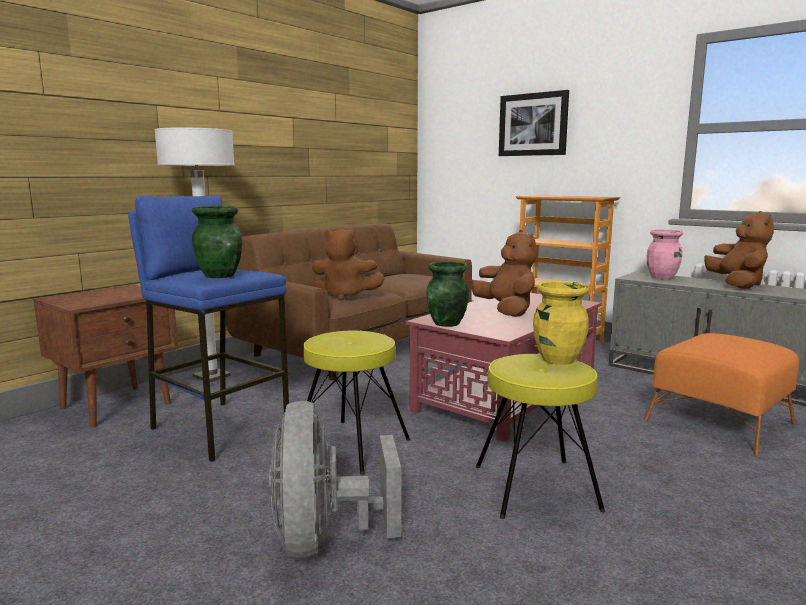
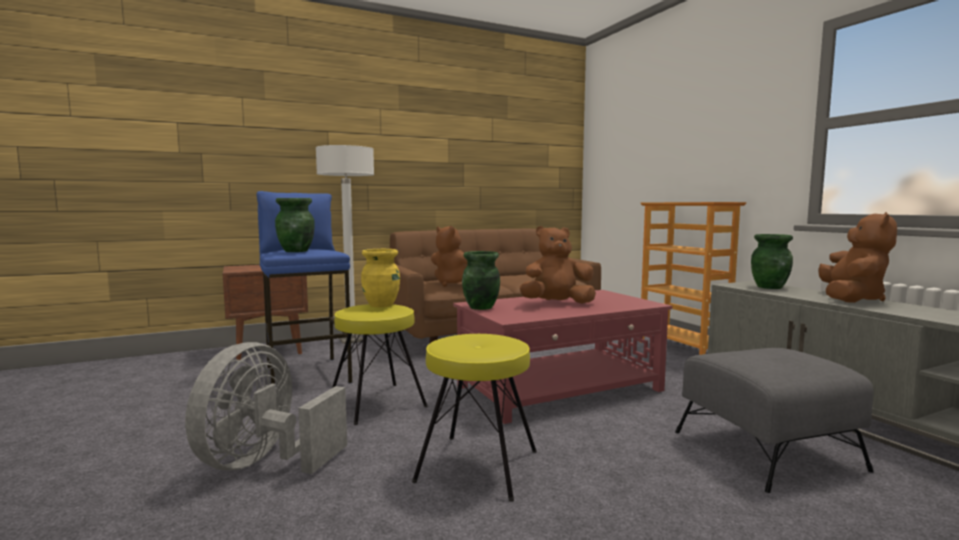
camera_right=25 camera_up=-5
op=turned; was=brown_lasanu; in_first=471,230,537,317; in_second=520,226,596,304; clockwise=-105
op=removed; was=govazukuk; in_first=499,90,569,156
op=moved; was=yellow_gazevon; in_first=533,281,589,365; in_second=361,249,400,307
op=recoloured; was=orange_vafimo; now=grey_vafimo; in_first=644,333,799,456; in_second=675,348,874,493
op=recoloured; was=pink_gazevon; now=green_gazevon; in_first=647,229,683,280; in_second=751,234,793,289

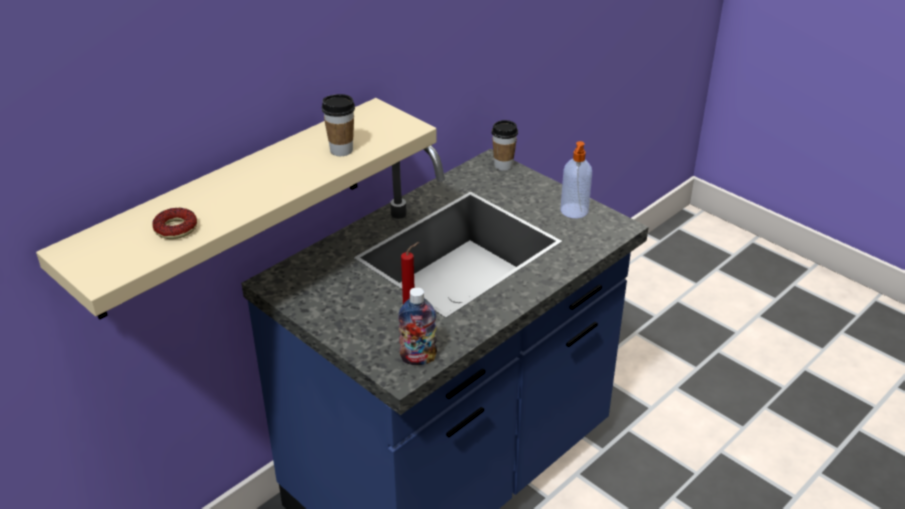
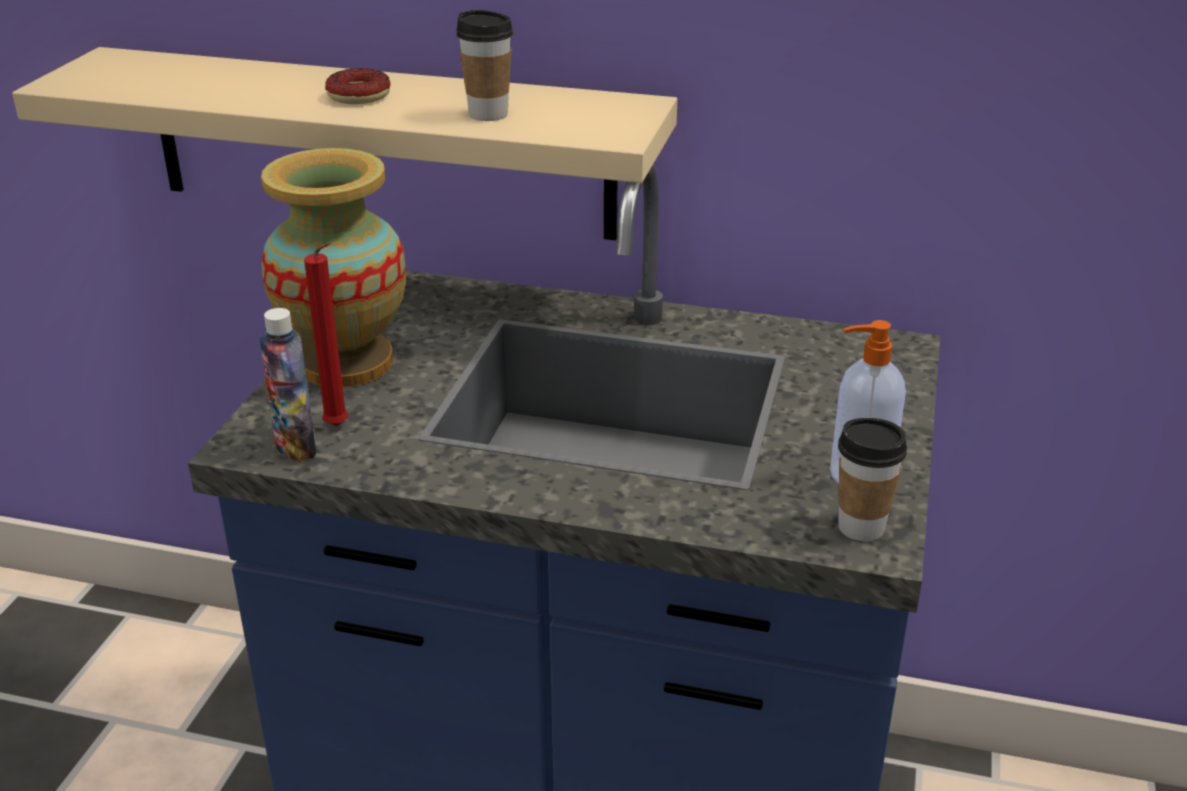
camera_right=60 camera_up=-5
op=moved; was=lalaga; in_first=152,208,197,239; in_second=325,68,391,104
op=moved; was=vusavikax; in_first=491,120,518,171; in_second=838,418,907,541
op=added; now=gazevon; in_second=261,148,406,387

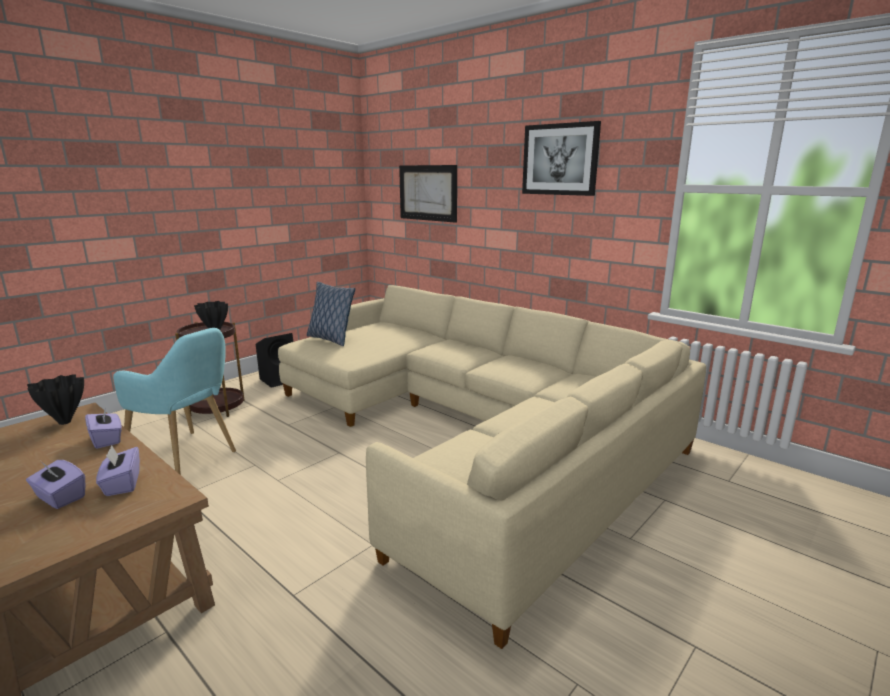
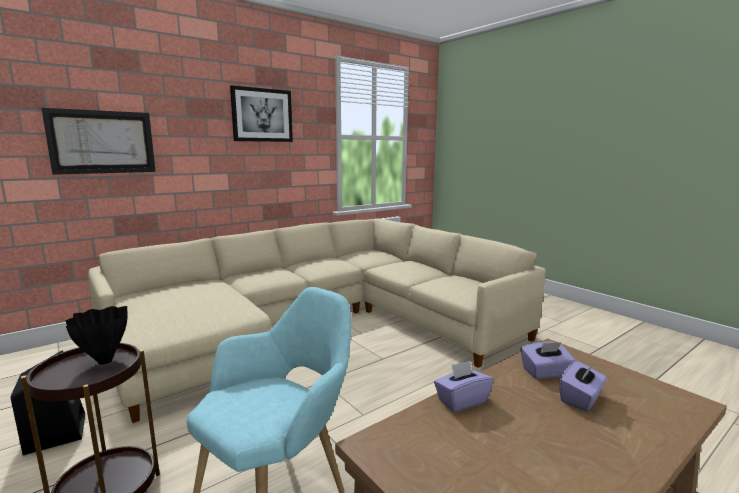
camera_right=-80 camera_up=-5
op=removed; was=black_gazevon; in_first=27,374,84,425
op=removed; was=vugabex; in_first=307,282,355,346

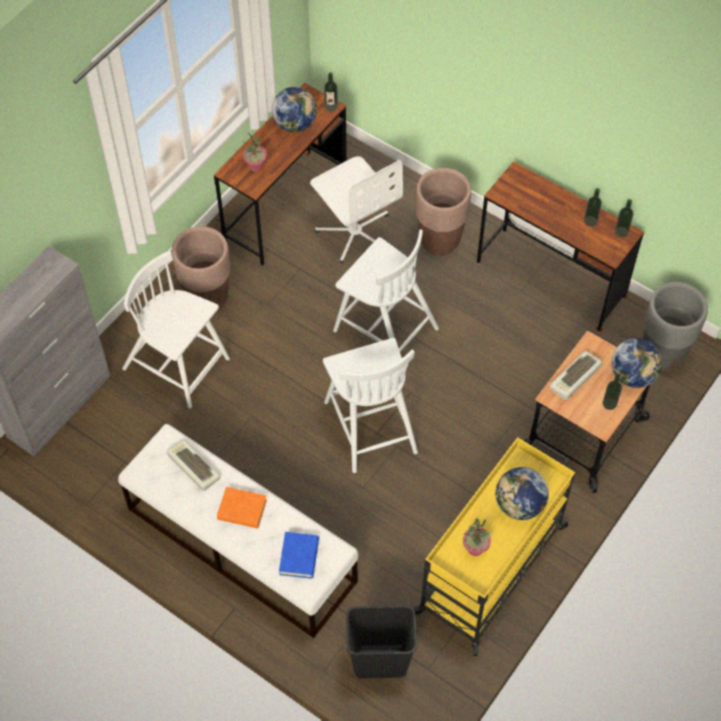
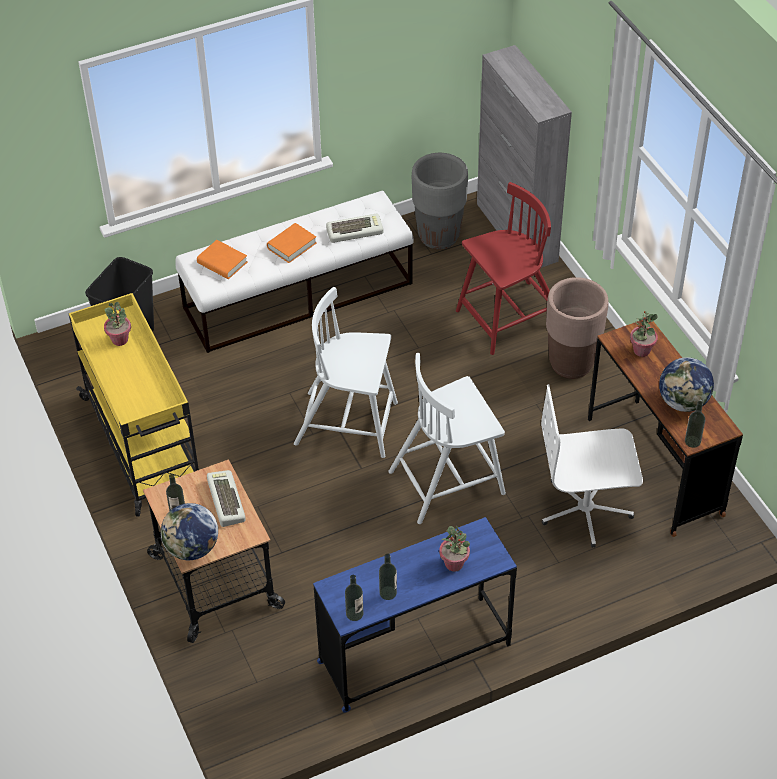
camera_right=120 camera_up=-10
op=recoloured; was=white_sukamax; now=red_sukamax; in_first=122,251,230,408; in_second=456,182,551,355
op=recoloured; was=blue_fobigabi; now=orange_fobigabi; in_first=279,532,319,579; in_second=197,240,247,279
op=removed; was=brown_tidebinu; in_first=416,168,471,256
op=recoloured; was=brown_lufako; now=blue_lufako; in_first=477,161,644,332; in_second=313,517,517,713
op=removed; was=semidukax; in_first=495,467,549,520
op=moved; was=grey_tidebinu; in_first=643,282,708,370; in_second=412,153,468,249
op=added; now=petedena; in_second=439,525,470,572

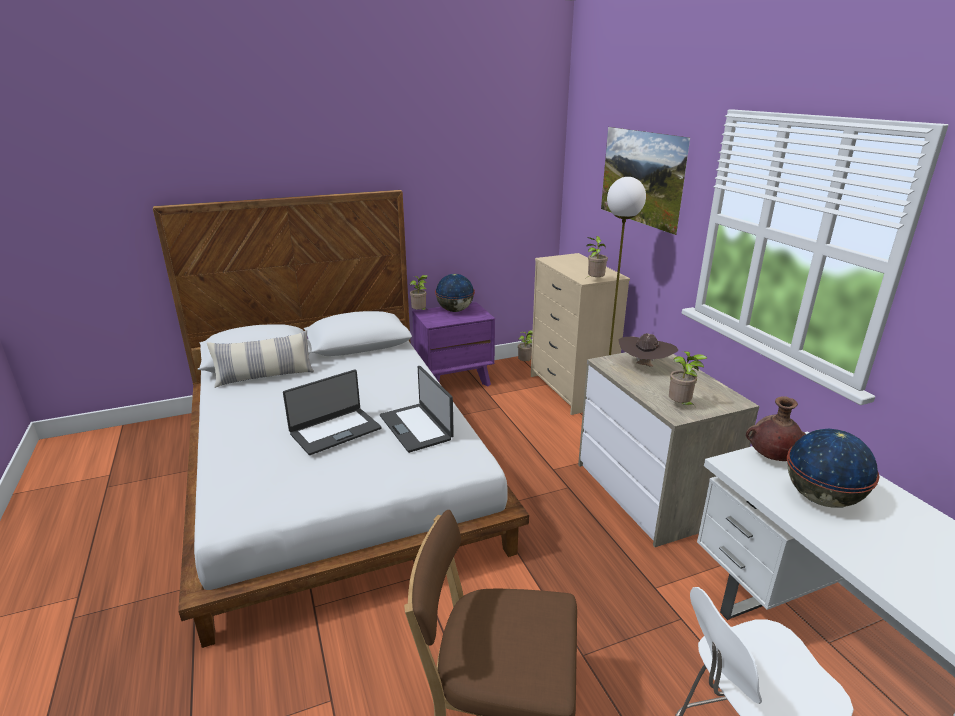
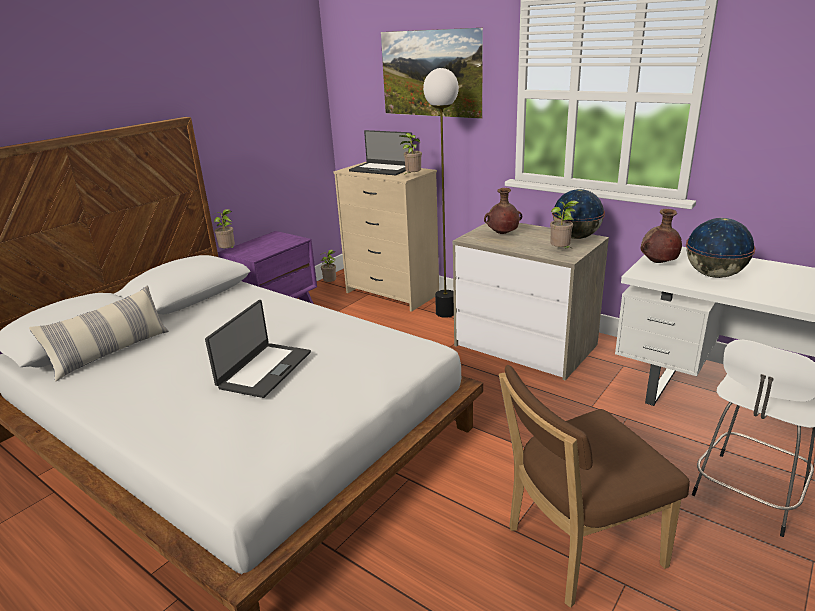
camera_right=-30 camera_up=0
op=moved; was=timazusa; in_first=380,366,454,453; in_second=349,130,413,175
op=moved; was=semidukax; in_first=435,274,475,312; in_second=552,189,605,239
op=replaced; was=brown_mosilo; now=brown_gazevon; in_first=619,333,678,367; in_second=484,188,522,234

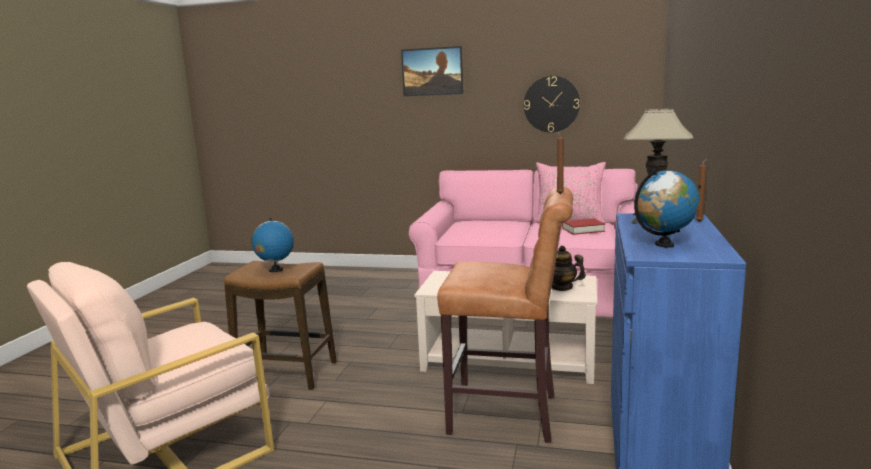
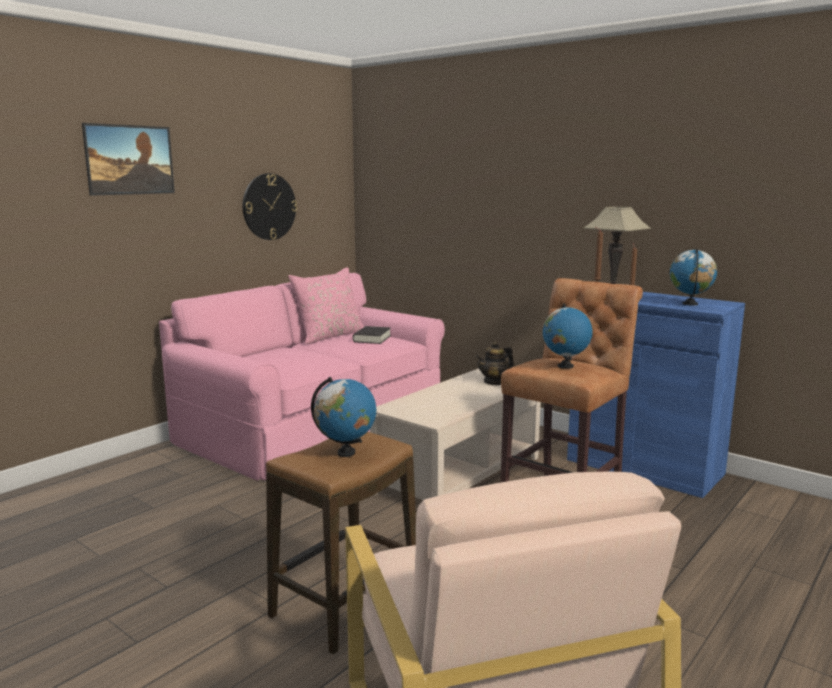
camera_right=-65 camera_up=0
op=recoloured; was=red_fobigabi; now=black_fobigabi; in_first=562,218,605,235; in_second=353,326,391,344
op=added; now=semidukax; in_second=543,304,592,369

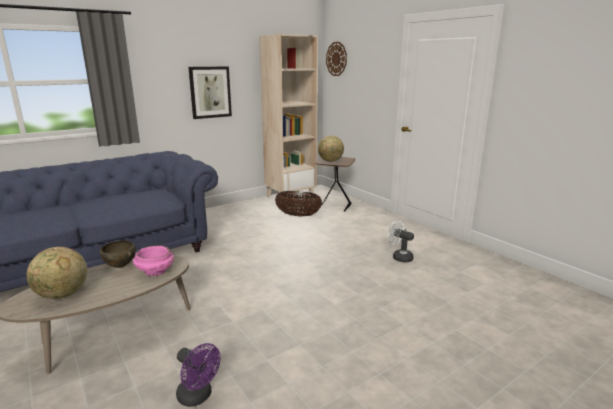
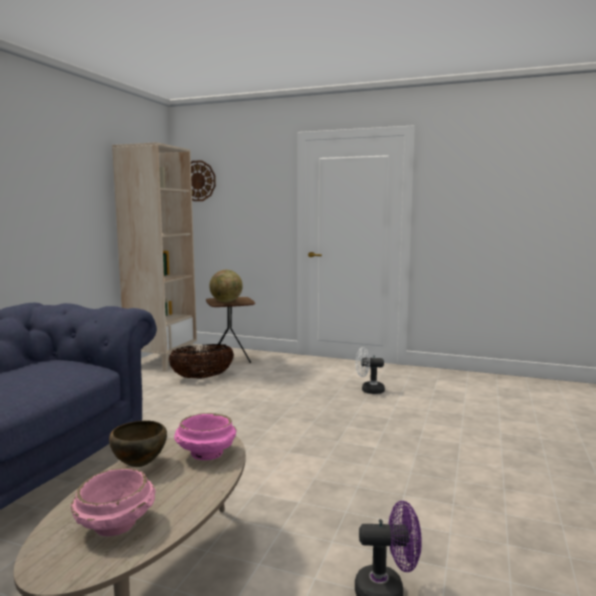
camera_right=-35 camera_up=-10
op=replaced; was=semidukax; now=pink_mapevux; in_first=27,247,87,299; in_second=70,468,155,536
op=removed; was=govazukuk; in_first=188,66,232,119

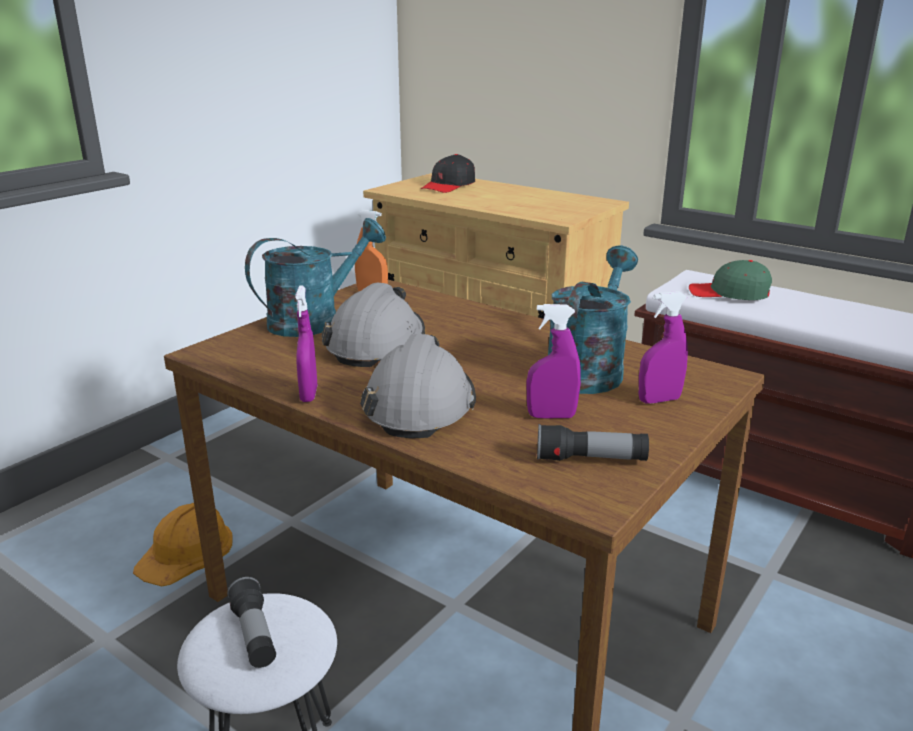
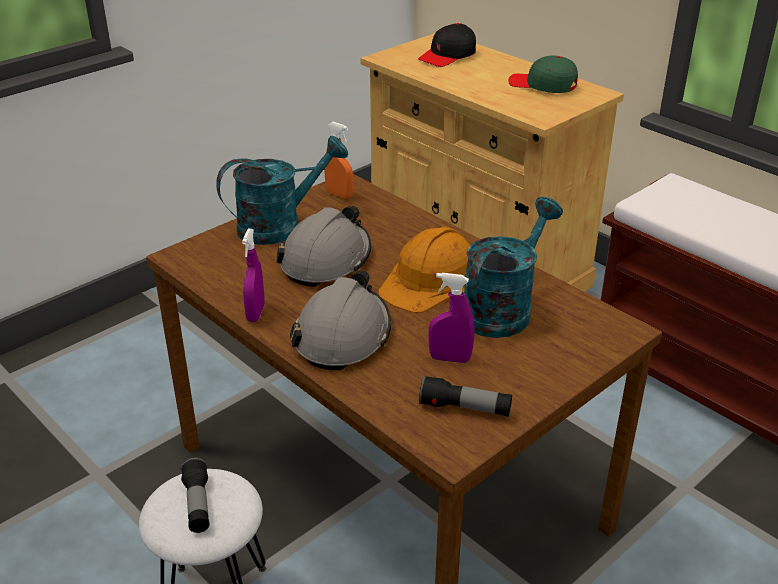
camera_right=10 camera_up=10
op=moved; was=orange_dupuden; in_first=133,503,233,586; in_second=379,227,470,313
op=removed; was=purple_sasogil; in_first=639,291,688,404
op=moved; was=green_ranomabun; in_first=689,260,772,300; in_second=508,55,578,93

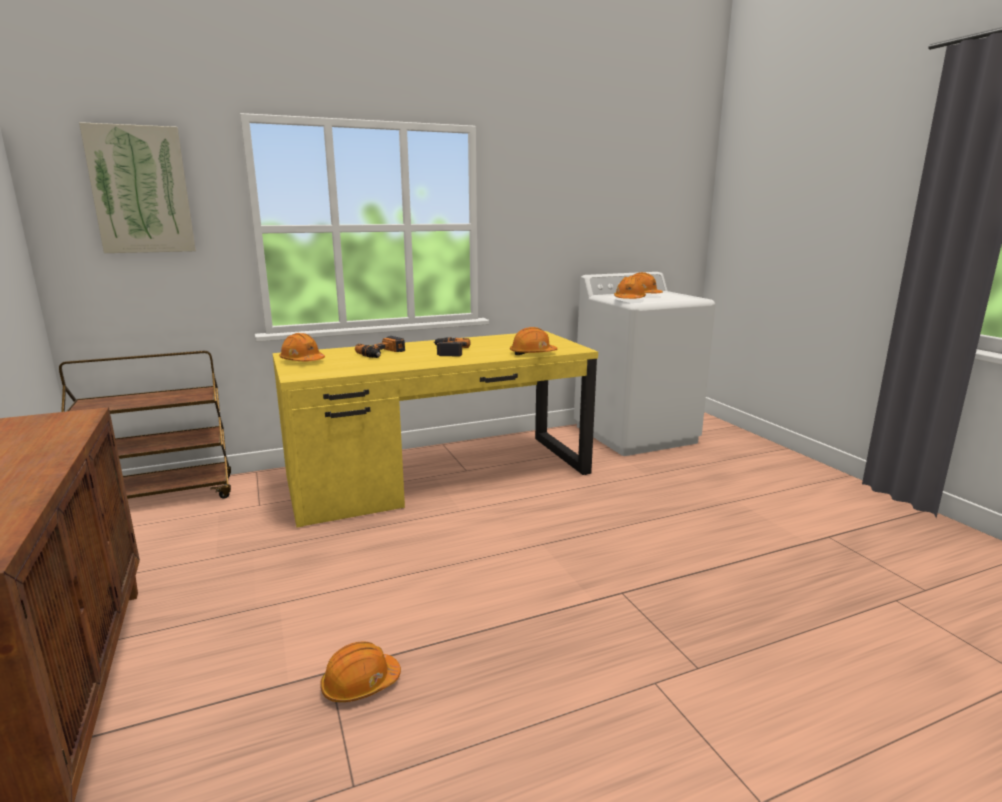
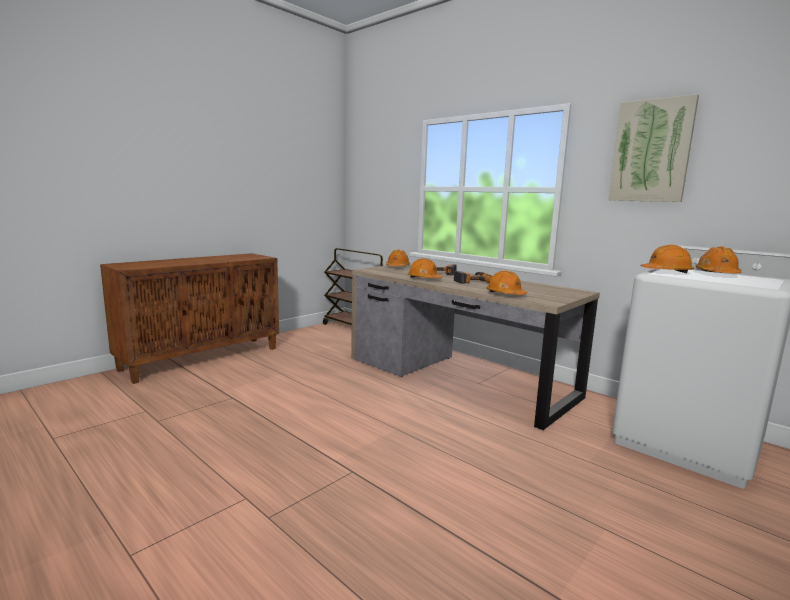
camera_right=65 camera_up=-5
op=moved; was=govazukuk; in_first=79,122,196,253; in_second=609,94,699,202
op=recoloured; was=yellow_lufako; now=brown_lufako; in_first=272,331,598,528; in_second=351,264,600,430
op=moved; was=orange_dupuden; in_first=320,641,401,702; in_second=408,258,443,278

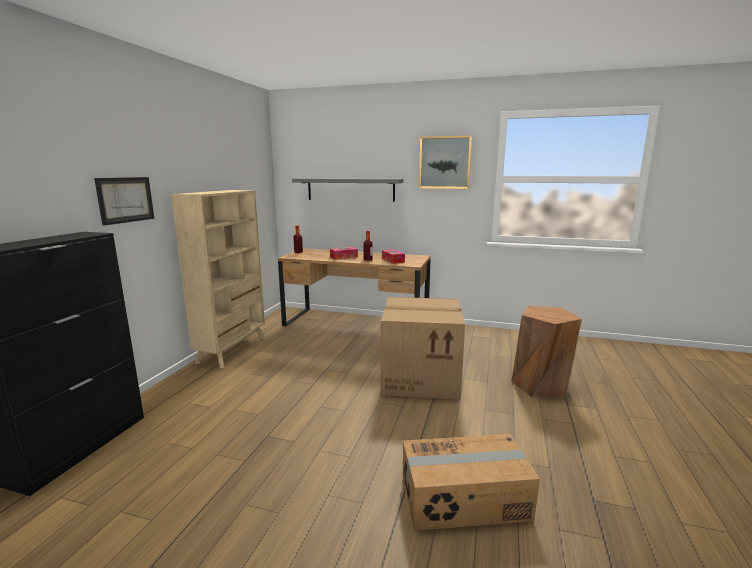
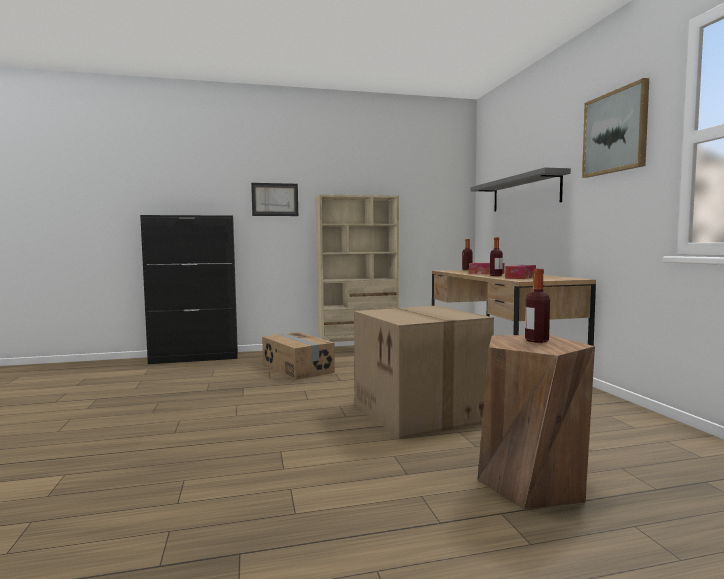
camera_right=60 camera_up=-10
op=moved; was=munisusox; in_first=403,434,540,531; in_second=262,332,335,380
op=added; now=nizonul; in_second=525,269,550,343

